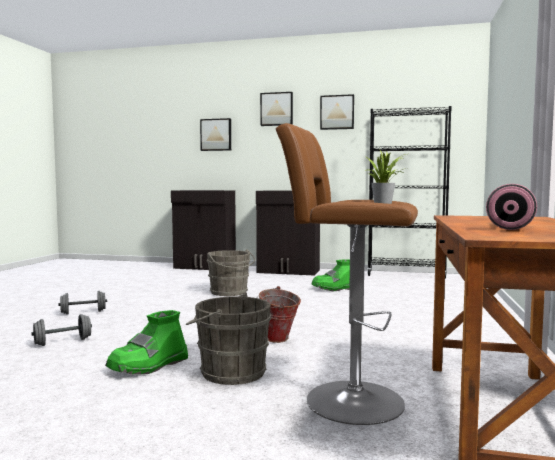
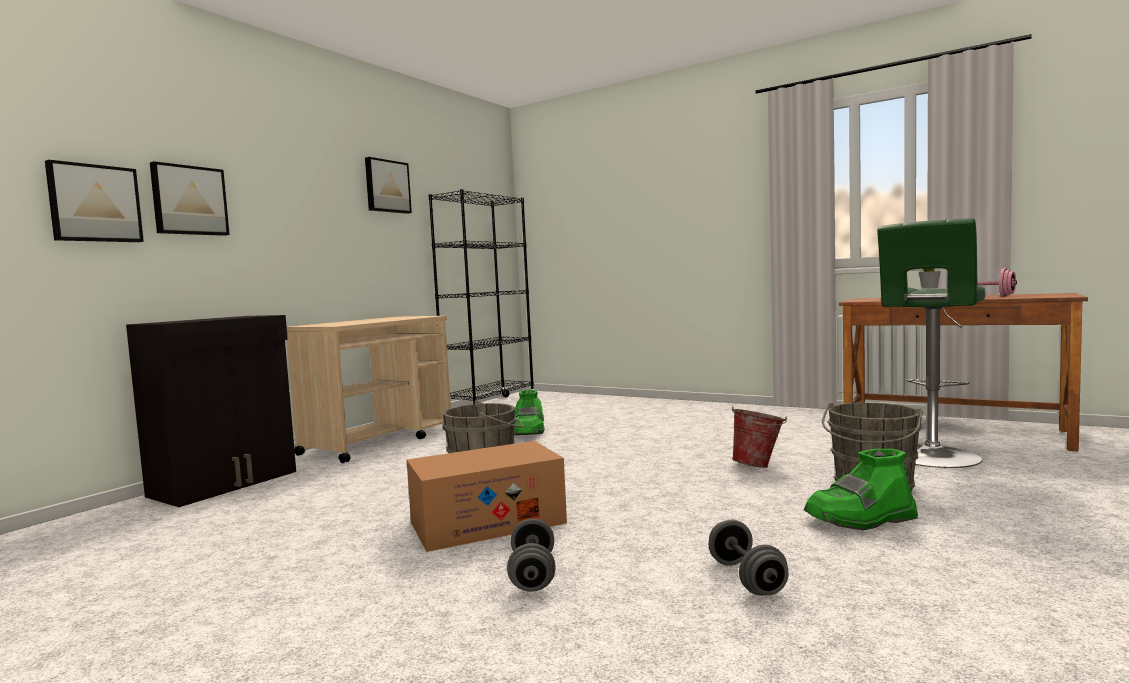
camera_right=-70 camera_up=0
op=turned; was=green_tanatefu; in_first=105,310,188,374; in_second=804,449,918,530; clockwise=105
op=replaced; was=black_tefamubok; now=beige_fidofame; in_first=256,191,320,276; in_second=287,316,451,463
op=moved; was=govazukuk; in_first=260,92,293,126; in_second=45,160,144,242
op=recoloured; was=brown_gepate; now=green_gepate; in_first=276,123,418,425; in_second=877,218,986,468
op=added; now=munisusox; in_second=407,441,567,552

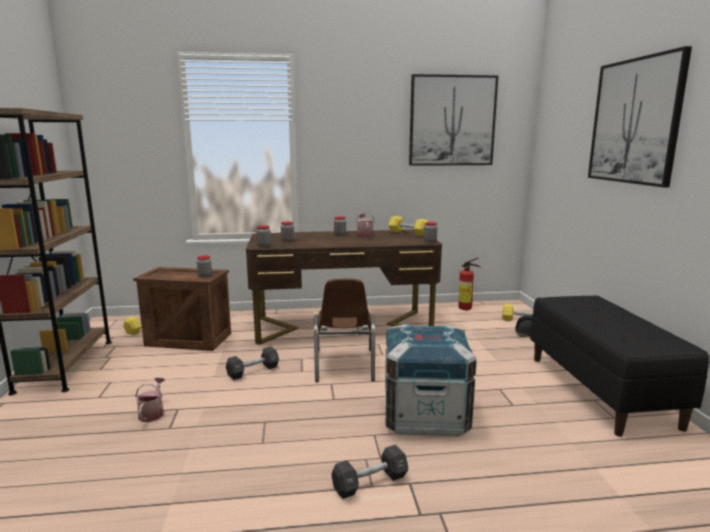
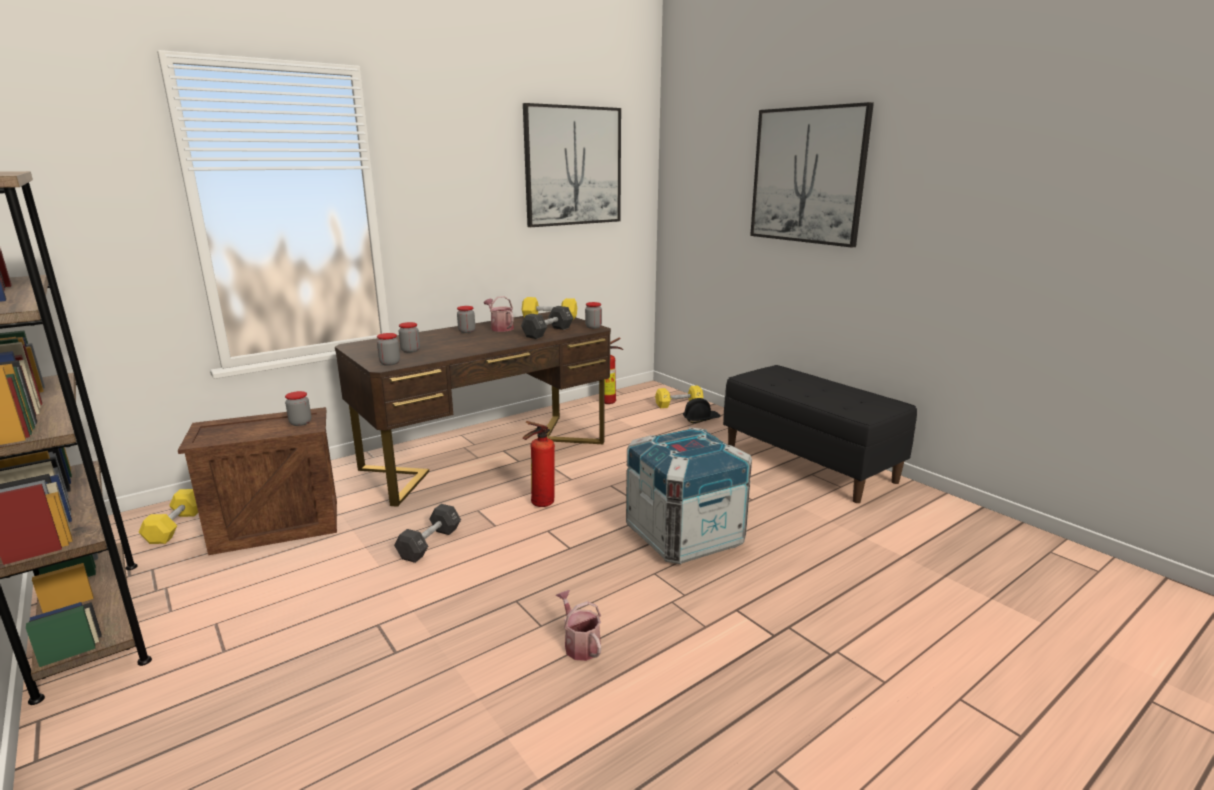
camera_right=-30 camera_up=5
op=moved; was=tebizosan; in_first=135,378,165,422; in_second=556,590,601,661
op=replaced; was=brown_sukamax; now=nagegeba; in_first=314,278,375,382; in_second=523,421,555,507
op=moved; was=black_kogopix; in_first=331,445,408,499; in_second=521,306,574,339

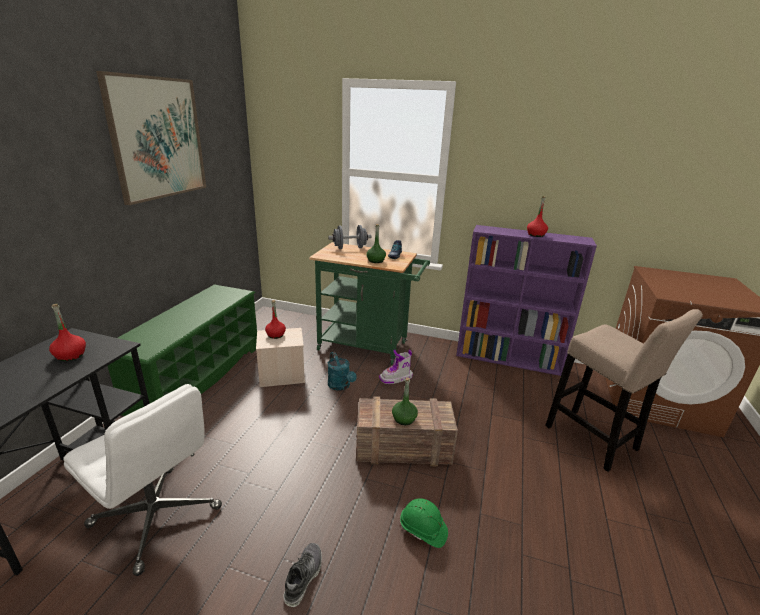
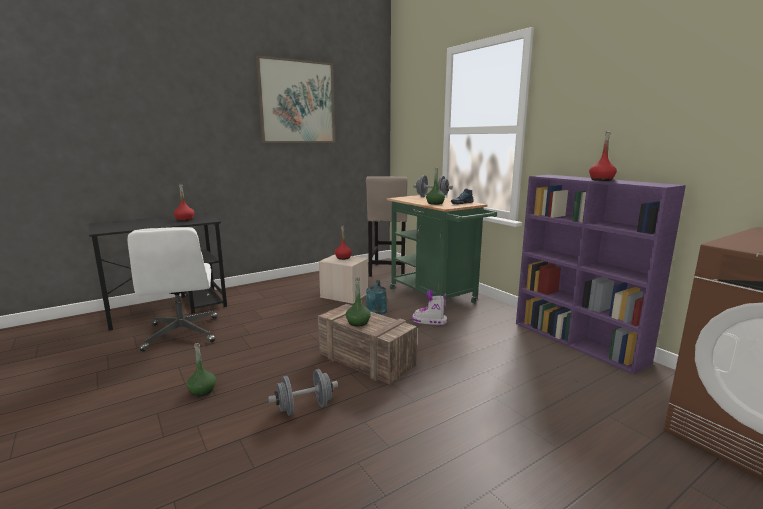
camera_right=40 camera_up=-10
op=removed; was=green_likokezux; in_first=108,285,257,416
op=replaced; was=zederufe; now=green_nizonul; in_first=283,543,322,607; in_second=187,343,216,396
op=replaced; was=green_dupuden; now=grey_kogopix; in_first=400,498,448,548; in_second=268,369,338,416
op=moved; was=beige_gepate; in_first=545,309,703,472; in_second=366,176,407,277

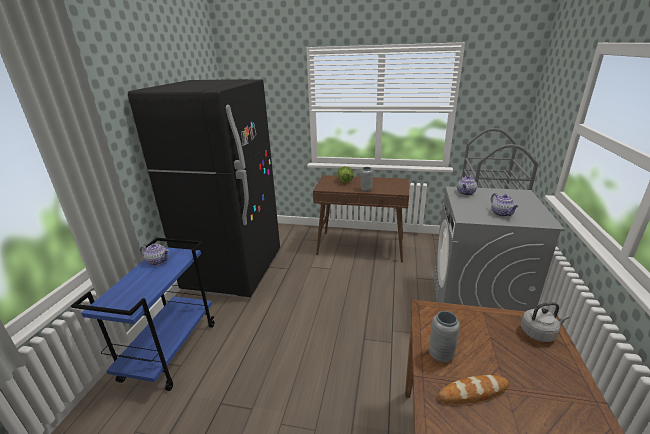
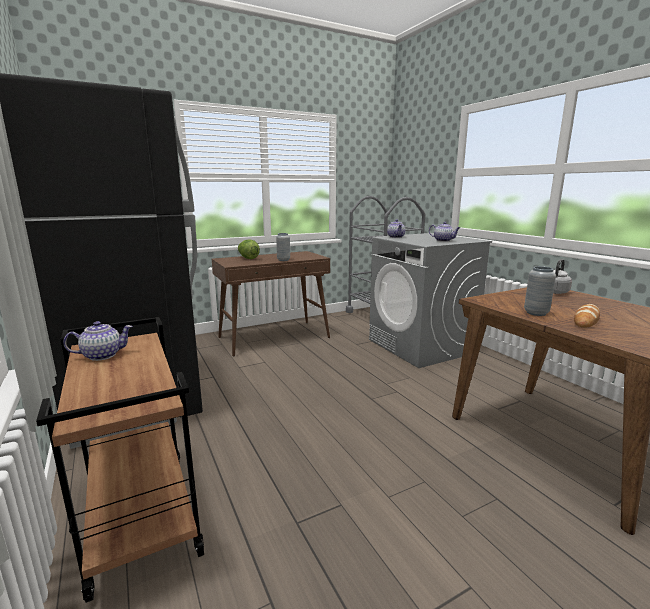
camera_right=-40 camera_up=-10
op=recoloured; was=blue_fidofame; now=brown_fidofame; in_first=71,238,215,391; in_second=36,317,204,603

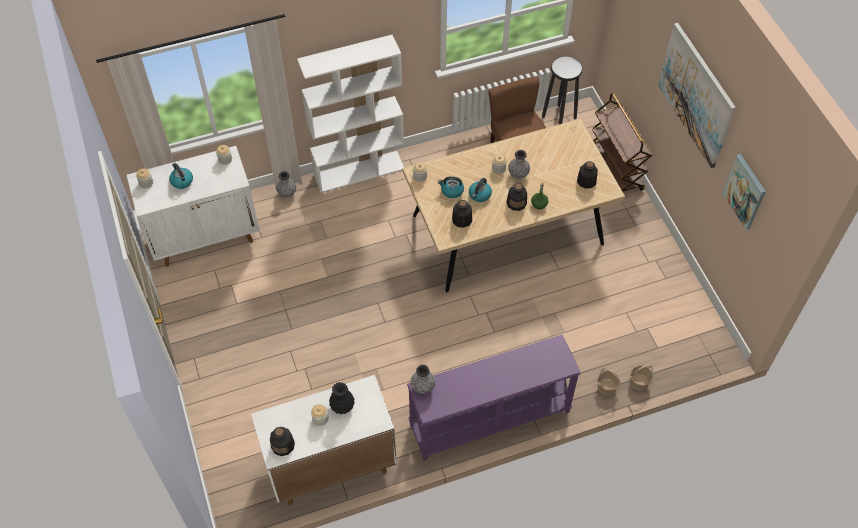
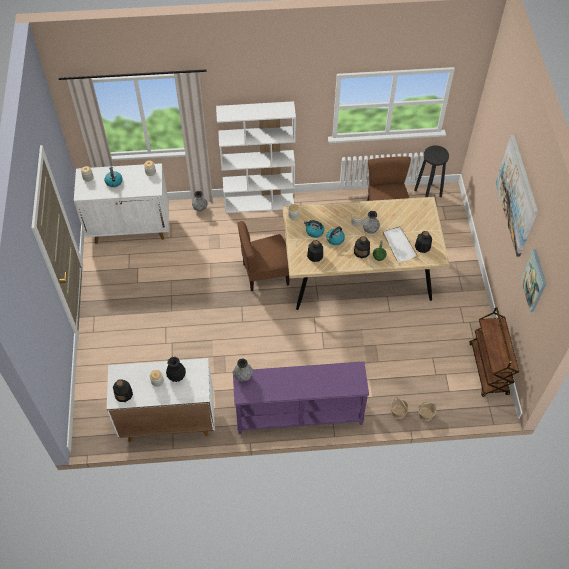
camera_right=15 camera_up=0
op=moved; was=brown_fidofame; in_first=592,93,653,192; in_second=470,307,519,397
op=added; now=brown_sukamax; in_second=237,221,289,291
op=added; now=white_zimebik; in_second=383,226,418,262

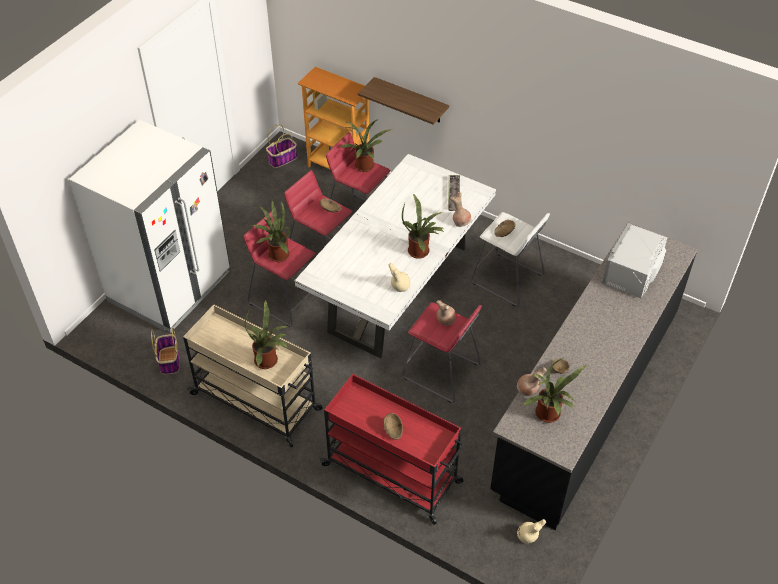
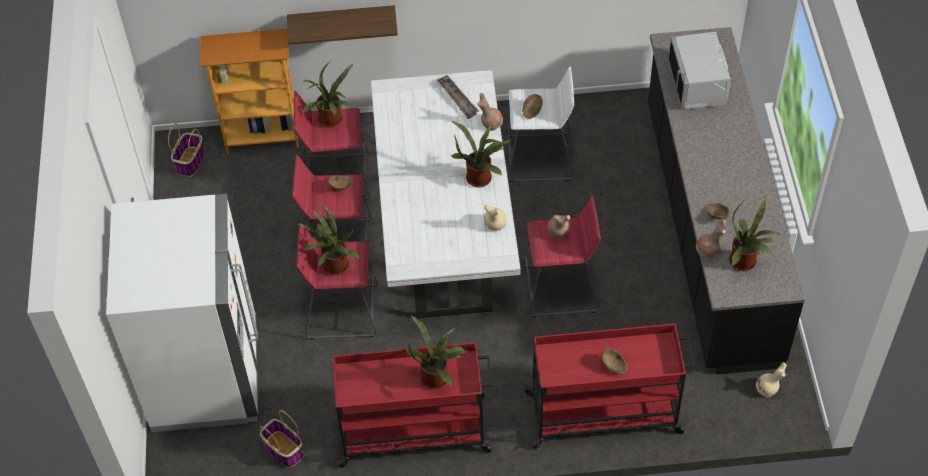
camera_right=-35 camera_up=5
op=recoloured; was=beige_fidofame; now=red_fidofame; in_first=183,305,322,447; in_second=333,342,493,468

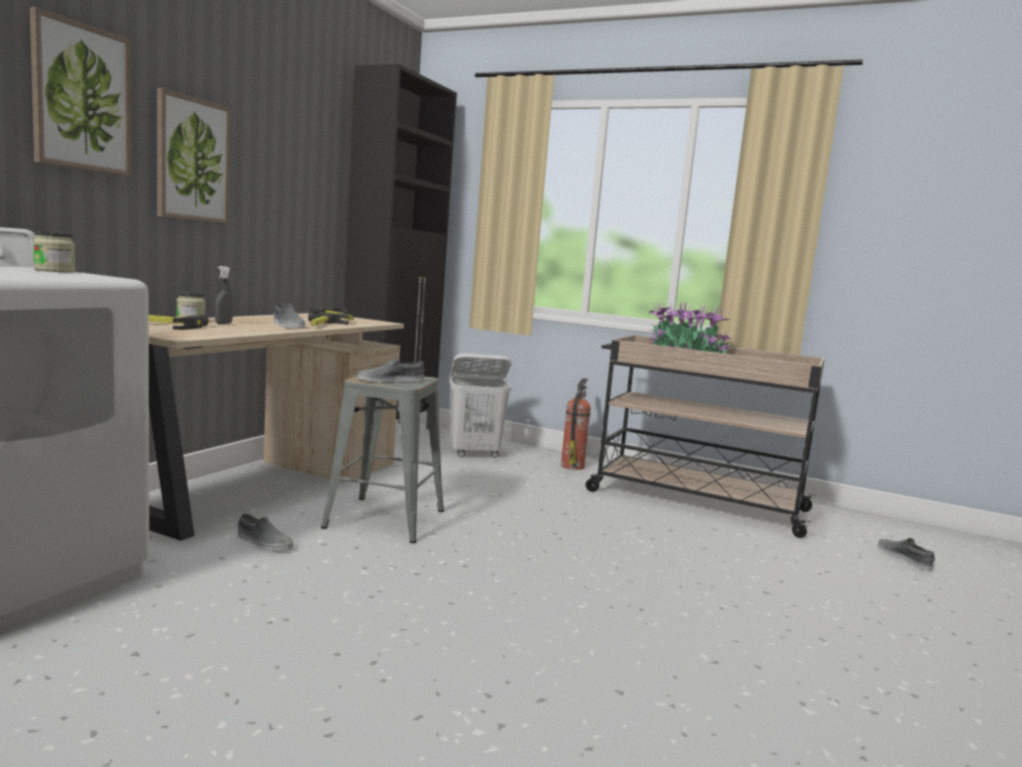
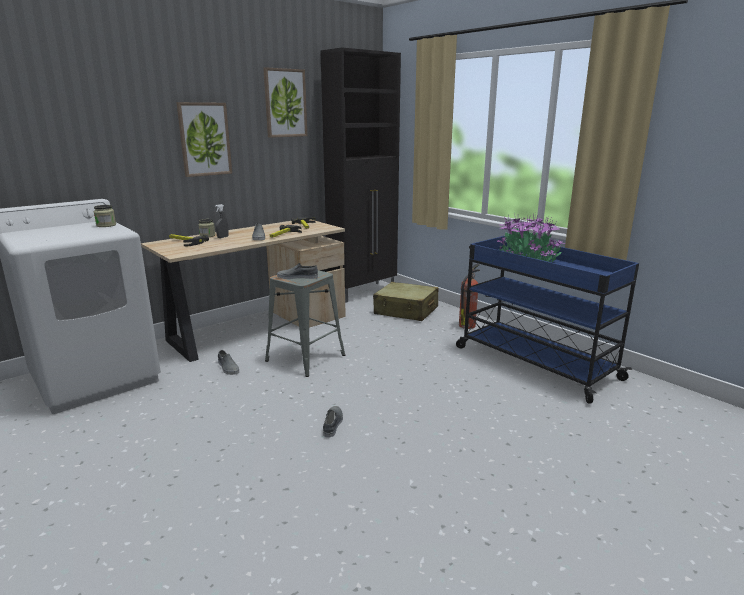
camera_right=25 camera_up=10
op=moved; was=govazukuk; in_first=30,7,131,176; in_second=263,67,307,138
op=replaced; was=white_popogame; now=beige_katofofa; in_first=449,353,512,458; in_second=373,282,439,321
op=recoloured; was=beige_fidofame; now=blue_fidofame; in_first=586,335,825,538; in_second=456,236,639,404
op=moved; was=grey_zederufe; in_first=878,538,935,571; in_second=323,406,343,438

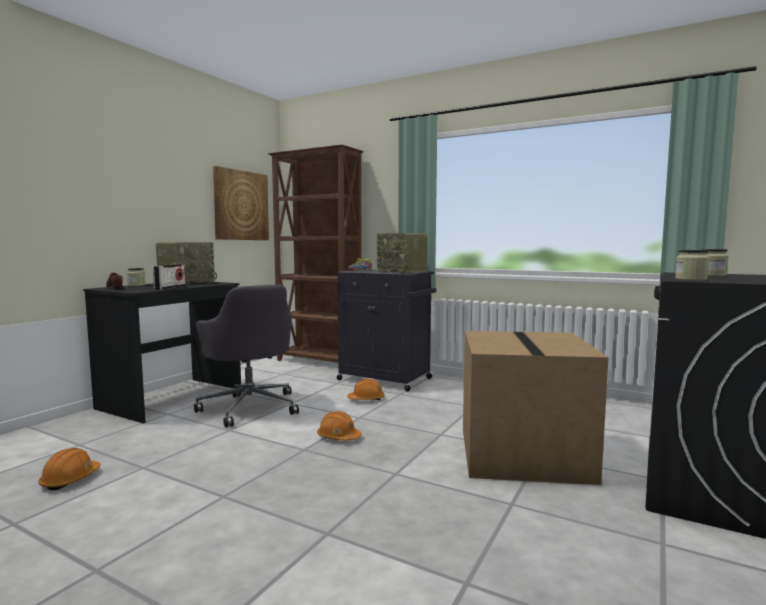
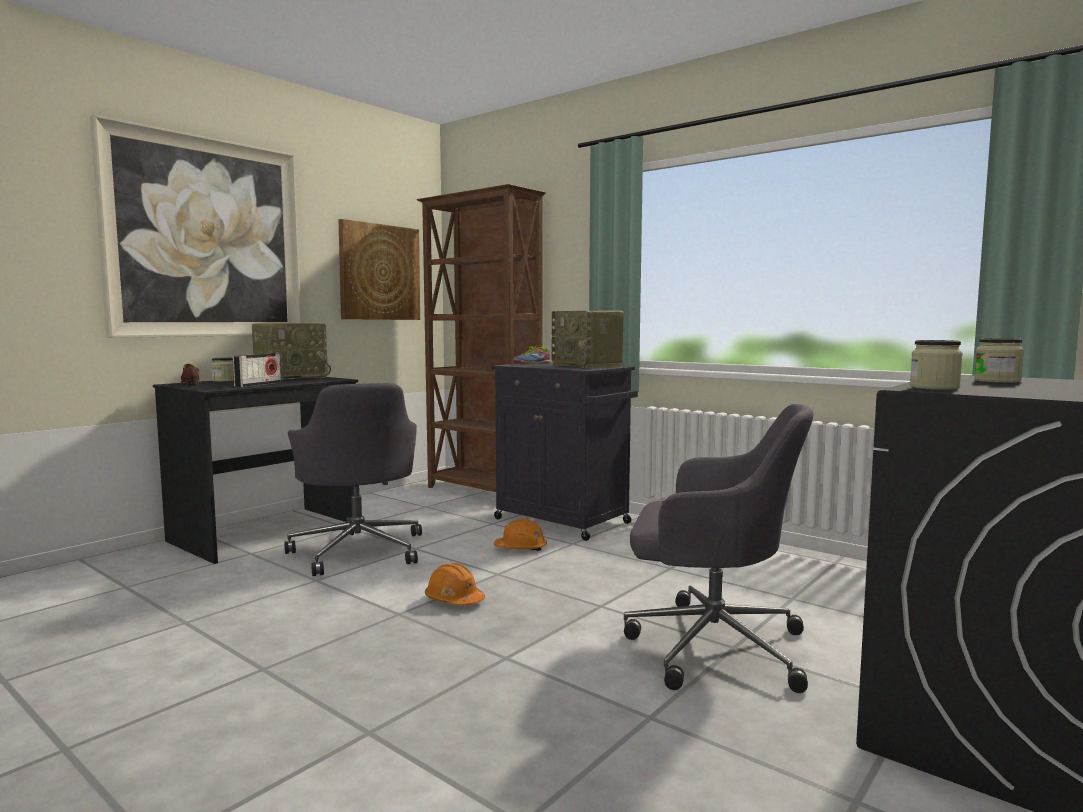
camera_right=10 camera_up=0
op=removed; was=orange_dupuden; in_first=38,448,101,490
op=replaced; was=munisusox; now=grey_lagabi; in_first=463,331,609,485; in_second=624,404,813,693
op=added; now=govazukuk; in_second=90,114,302,338

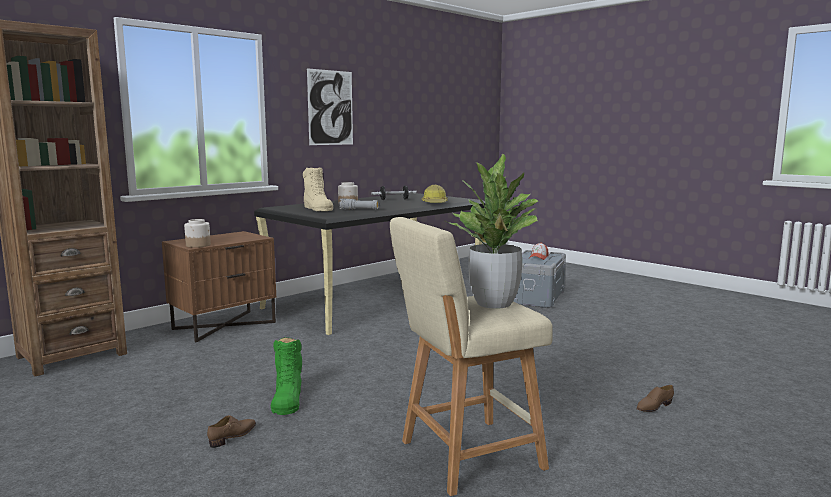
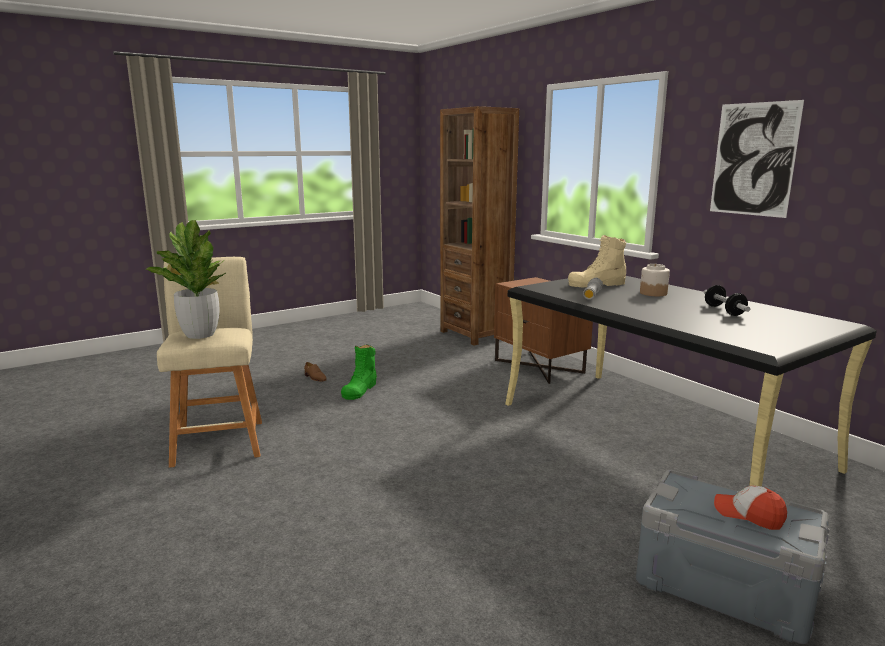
camera_right=100 camera_up=5
op=removed; was=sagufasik; in_first=184,219,211,248
op=turned; was=green_tanatefu; in_first=271,337,302,415; in_second=341,345,377,400; clockwise=-75
op=removed; was=dupuden; in_first=422,185,448,202
op=removed; was=brown_zederufe; in_first=637,385,674,412

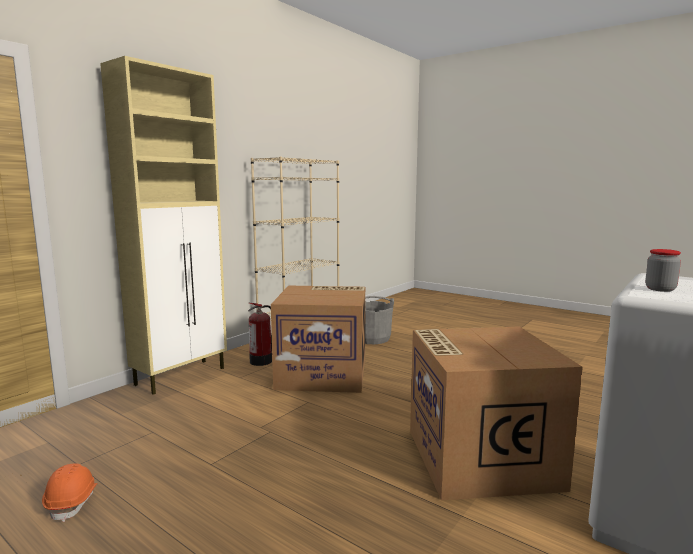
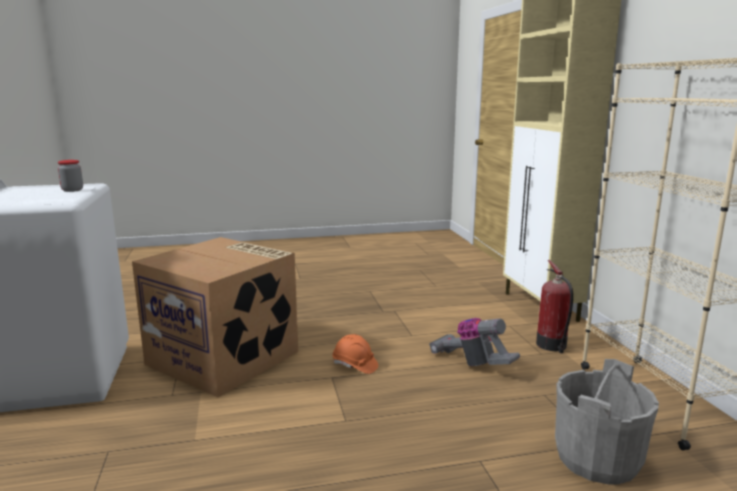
camera_right=130 camera_up=5
op=moved; was=orange_dupuden; in_first=42,463,98,522; in_second=333,334,378,374
op=replaced; was=munisusox; now=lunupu; in_first=271,286,365,393; in_second=429,318,520,366

